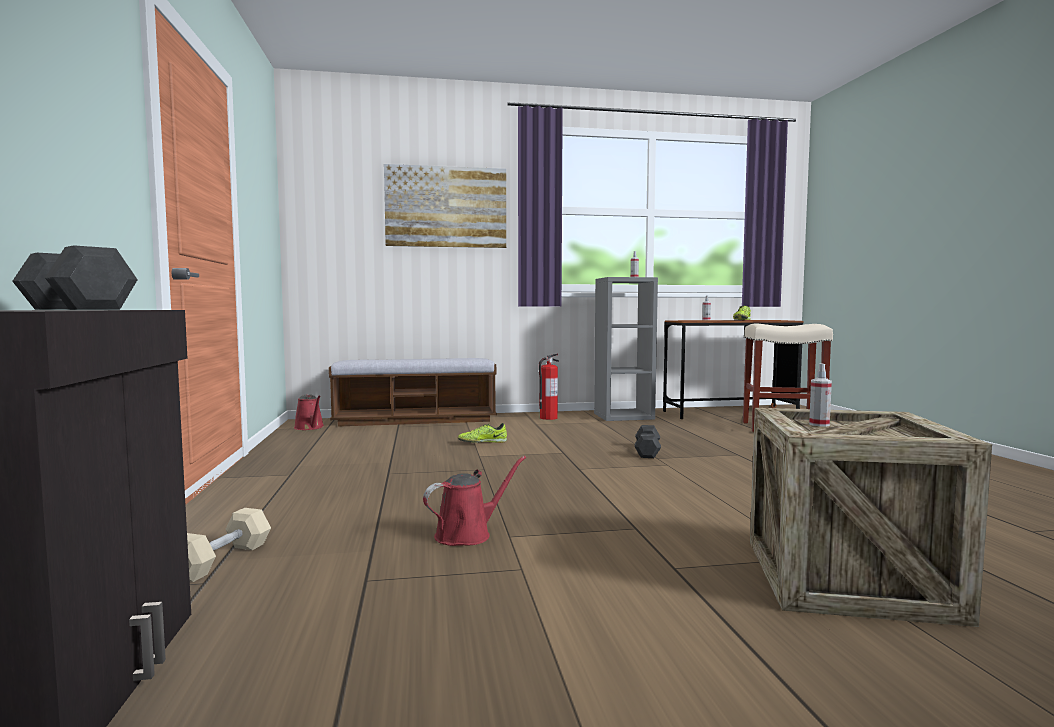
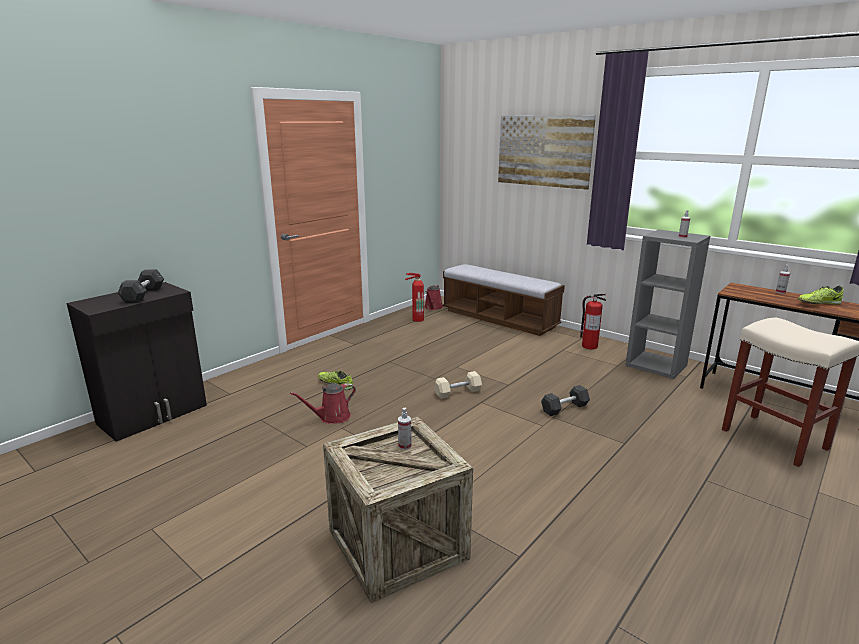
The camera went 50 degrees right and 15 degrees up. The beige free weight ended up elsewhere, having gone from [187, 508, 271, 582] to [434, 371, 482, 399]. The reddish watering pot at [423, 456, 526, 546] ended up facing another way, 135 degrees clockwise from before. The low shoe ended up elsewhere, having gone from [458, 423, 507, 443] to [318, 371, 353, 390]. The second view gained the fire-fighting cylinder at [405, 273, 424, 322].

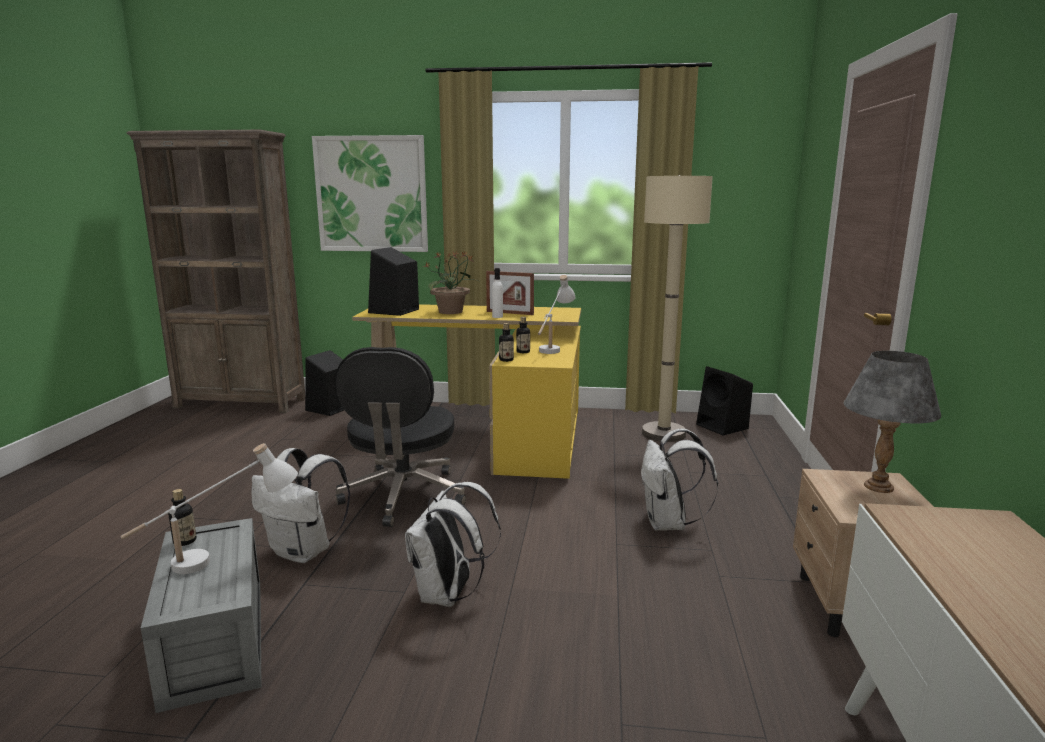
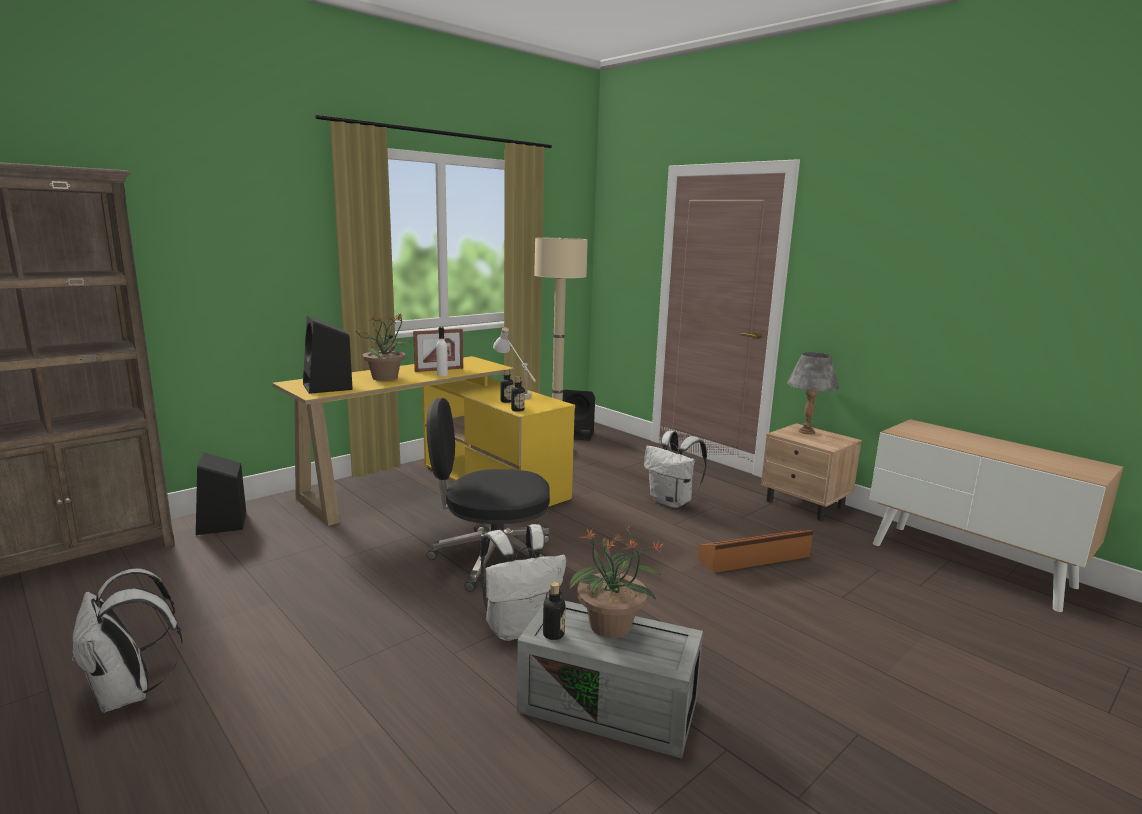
The camera went 50 degrees left and 0 degrees up. Where the whitish table lamp stood at [121, 443, 298, 574], the potted plant came to stand at [569, 525, 664, 638]. The second view lost the wall art at [312, 135, 428, 252]. The black desk chair at [335, 347, 466, 527] ended up facing another way, 135 degrees clockwise from before. The whitish backpack ended up elsewhere, having gone from [405, 482, 501, 607] to [72, 568, 183, 713]. The second view gained the brown-coloured storage box at [697, 530, 813, 573].

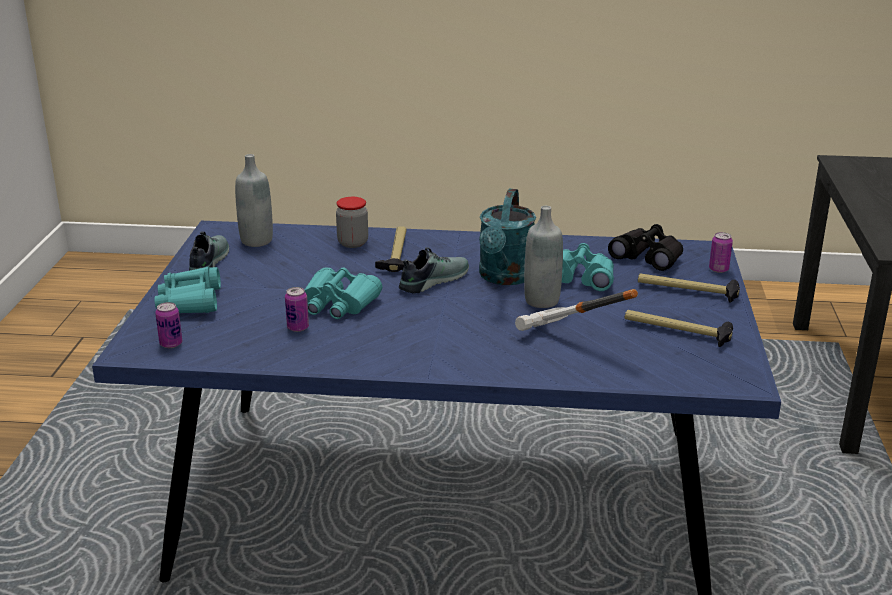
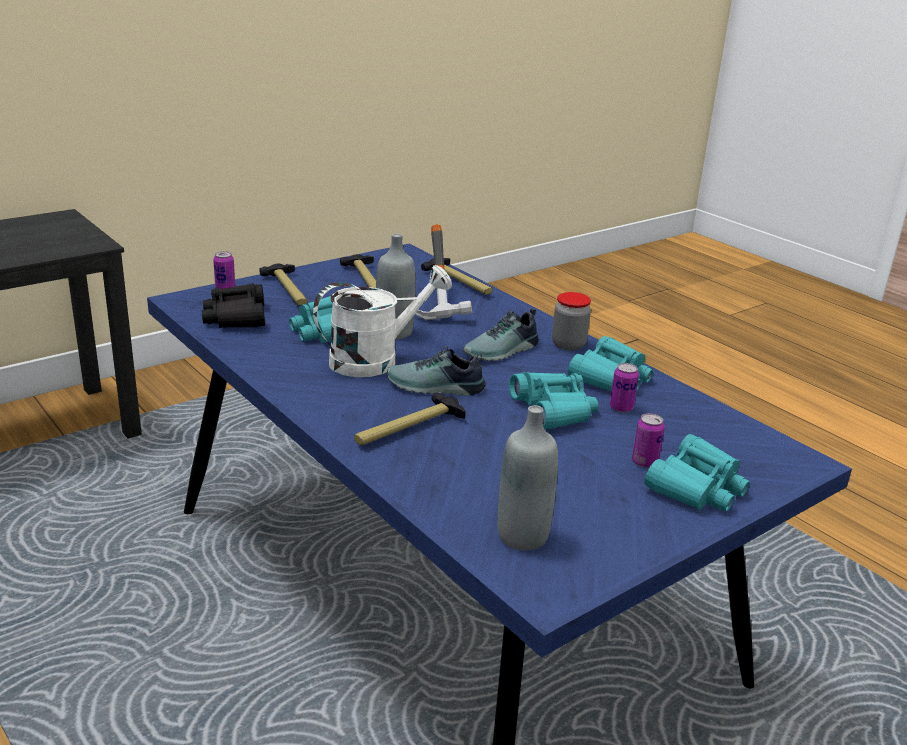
The camera went 135 degrees left and 0 degrees up. The sealed can ended up elsewhere, having gone from [155, 302, 182, 348] to [632, 413, 665, 468]. The low shoe ended up elsewhere, having gone from [189, 231, 229, 271] to [463, 308, 538, 361]. The jar ended up elsewhere, having gone from [336, 197, 368, 248] to [552, 292, 591, 350]. What was the blue-green watering pot at [479, 189, 536, 285] turned into the whitish watering pot at [313, 265, 452, 377]. The second view gained the hammer at [421, 258, 493, 295]. The second view gained the blue-green binoculars at [568, 336, 653, 392].

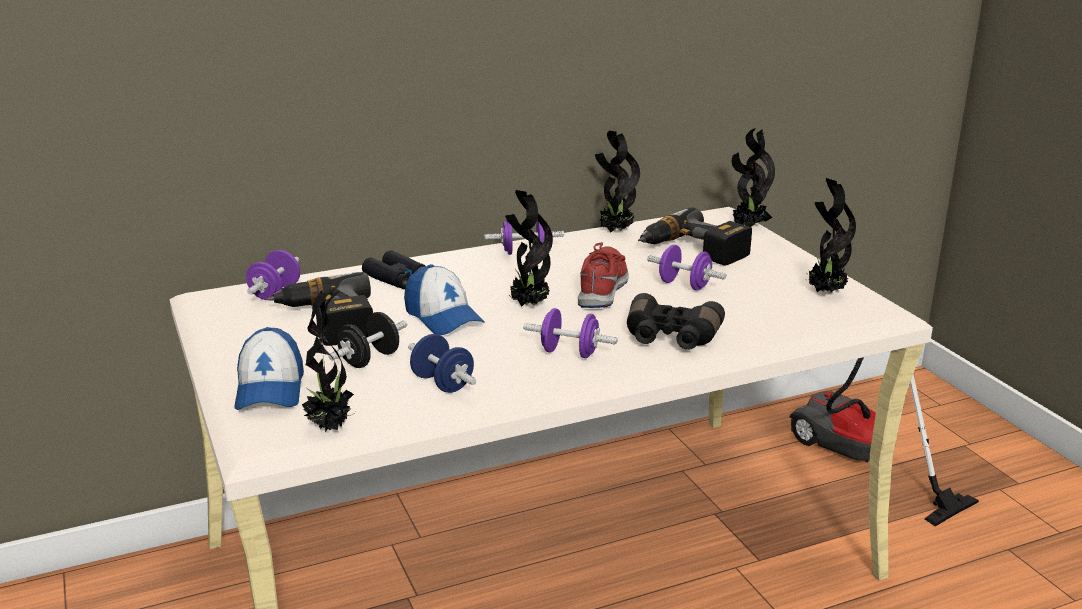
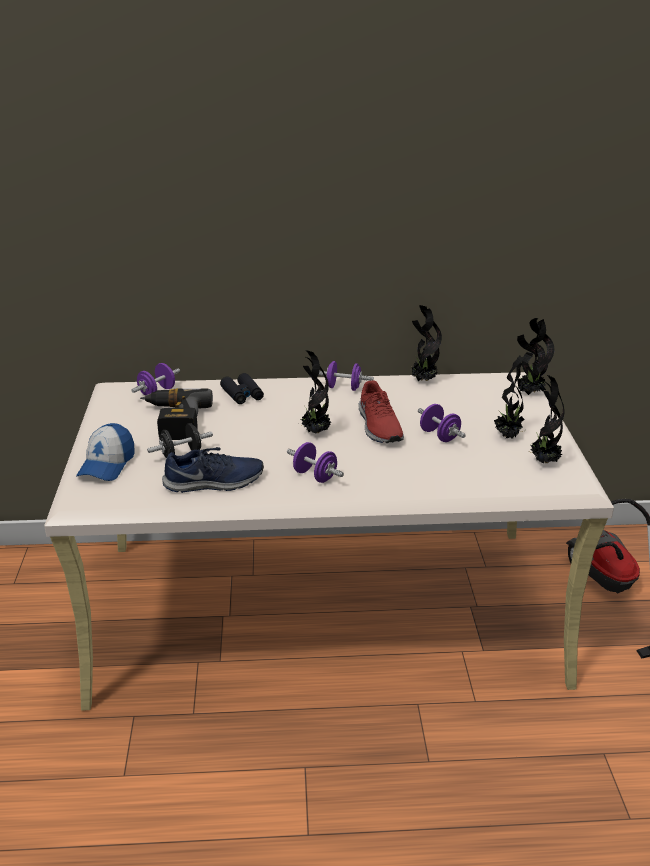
The camera went 20 degrees right and 5 degrees up. The potted plant ended up elsewhere, having gone from [302, 290, 356, 432] to [494, 355, 530, 439]. The second view lost the cap at [404, 264, 484, 335]. Where the bluish free weight stood at [408, 334, 476, 393], the bluish low shoe came to stand at [162, 447, 264, 493]. The reddish low shoe at [578, 242, 629, 308] ended up facing another way, 135 degrees clockwise from before. The second view lost the black binoculars at [627, 293, 725, 350]. The second view lost the power drill at [638, 207, 752, 266].

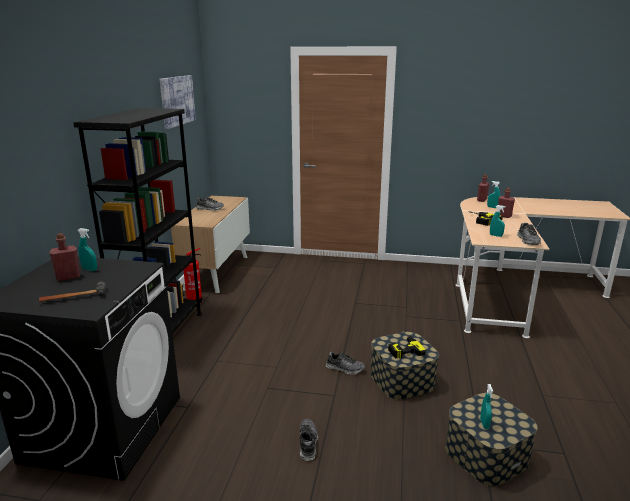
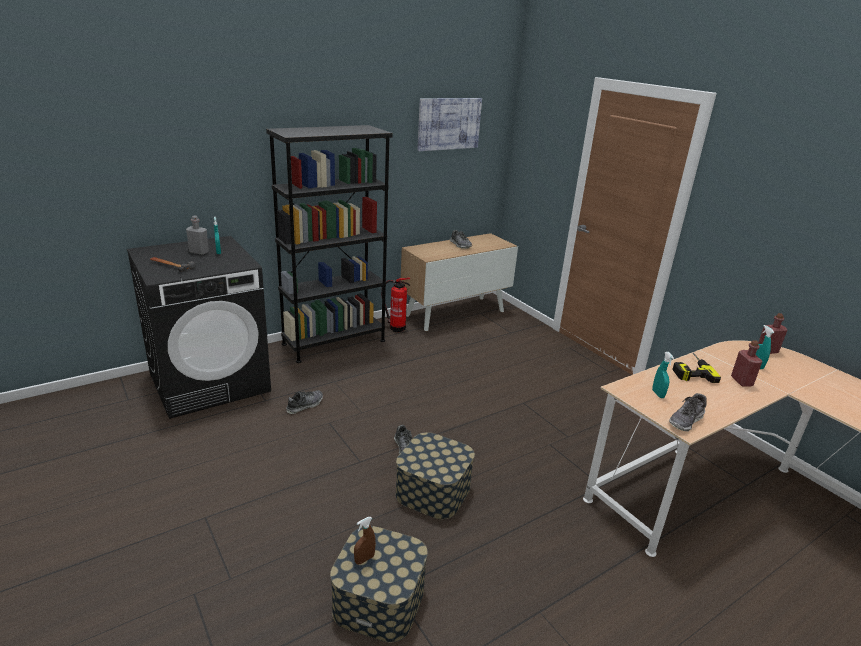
The camera went 45 degrees right and 5 degrees up. What was the reddish drink bottle at [49, 233, 80, 281] turned into the greyish drink bottle at [186, 216, 209, 255]. The low shoe ended up elsewhere, having gone from [299, 419, 318, 461] to [286, 390, 323, 414]. The second view lost the power drill at [388, 331, 426, 359]. What was the blue-green hand sprayer at [480, 384, 493, 429] turned into the brown-coloured hand sprayer at [354, 517, 376, 564].

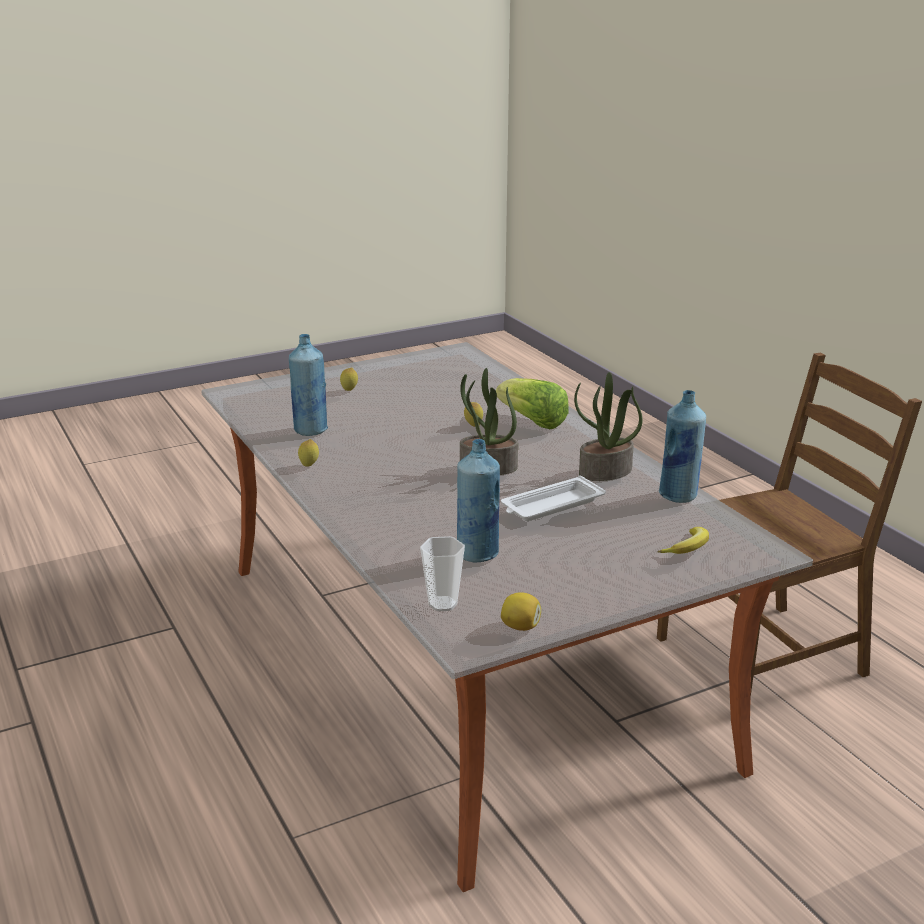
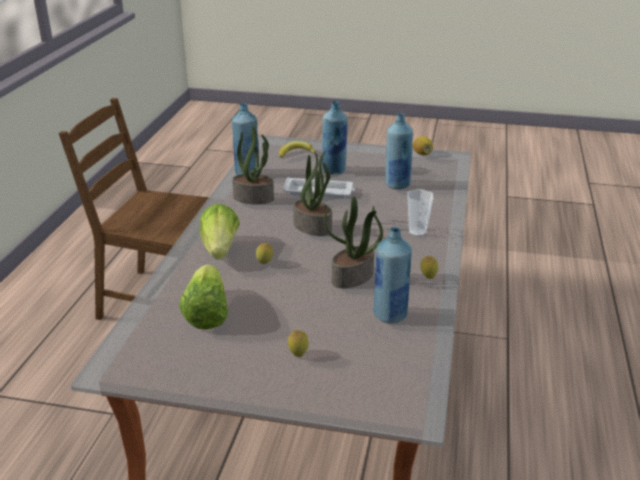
The camera went 140 degrees left and 5 degrees up. The cup ended up elsewhere, having gone from [420, 536, 465, 611] to [407, 189, 433, 237]. The second view gained the lettuce at [179, 264, 228, 329]. The second view gained the bluish drink bottle at [322, 101, 348, 174]. The second view gained the potted plant at [324, 196, 383, 288].

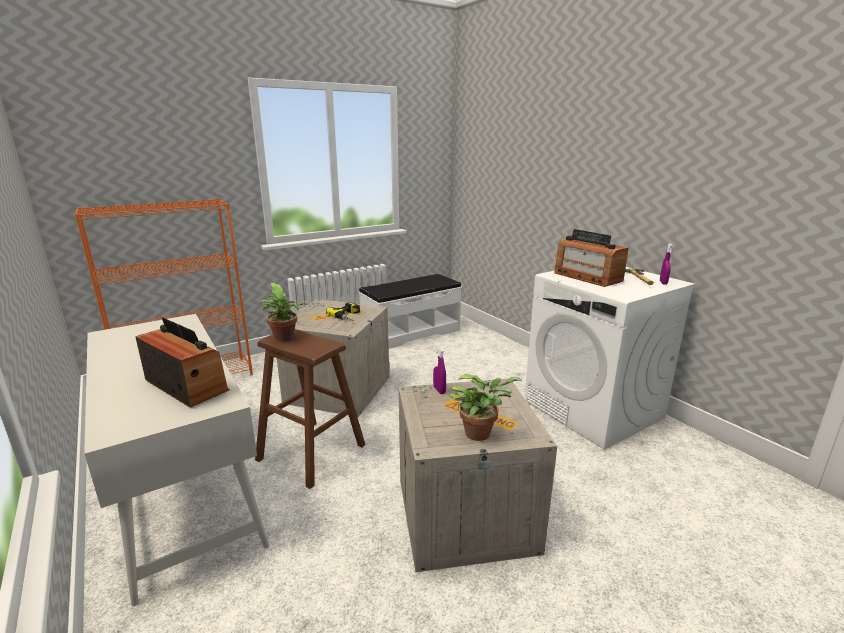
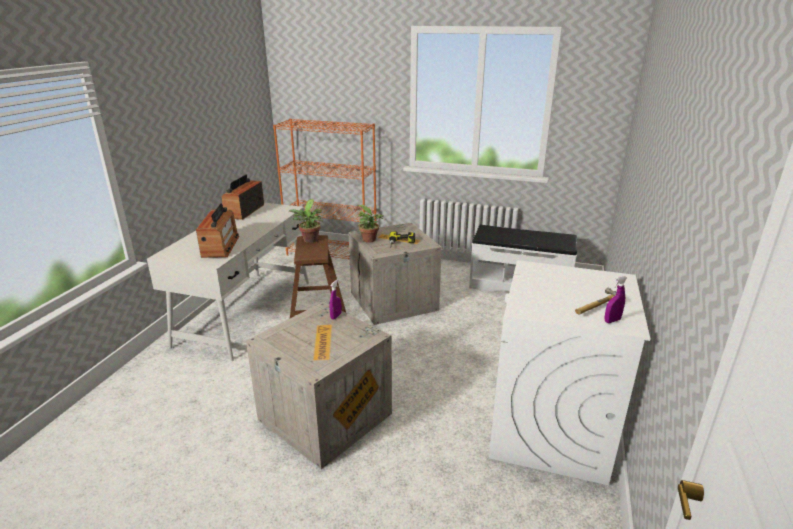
The camera went 50 degrees right and 5 degrees up. The potted plant ended up elsewhere, having gone from [449, 374, 522, 441] to [356, 205, 384, 243]. The radio set ended up elsewhere, having gone from [554, 229, 629, 287] to [222, 174, 264, 220].

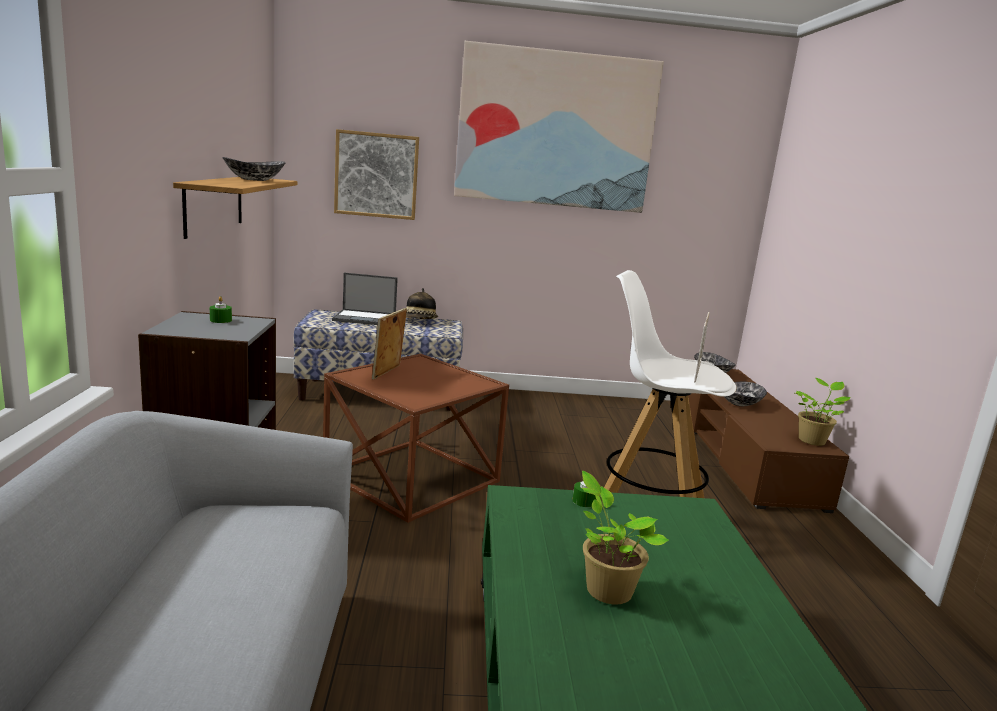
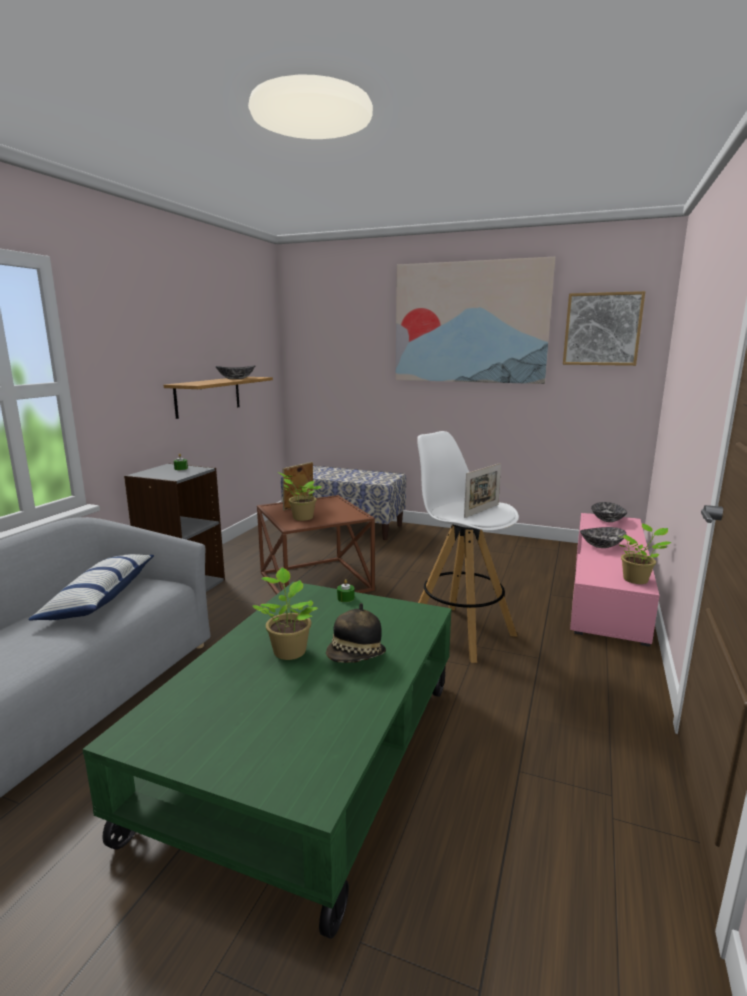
The camera went 25 degrees right and 0 degrees up. The second view lost the notebook computer at [332, 273, 398, 325]. The wall art ended up elsewhere, having gone from [334, 129, 419, 220] to [563, 291, 645, 366]. The hat ended up elsewhere, having gone from [406, 288, 438, 319] to [326, 603, 386, 663]. What was the brown-coloured media console at [688, 369, 849, 513] turned into the pink media console at [570, 513, 660, 647]. The second view gained the cushion at [28, 554, 154, 620]. The second view gained the potted plant at [278, 472, 322, 521].

